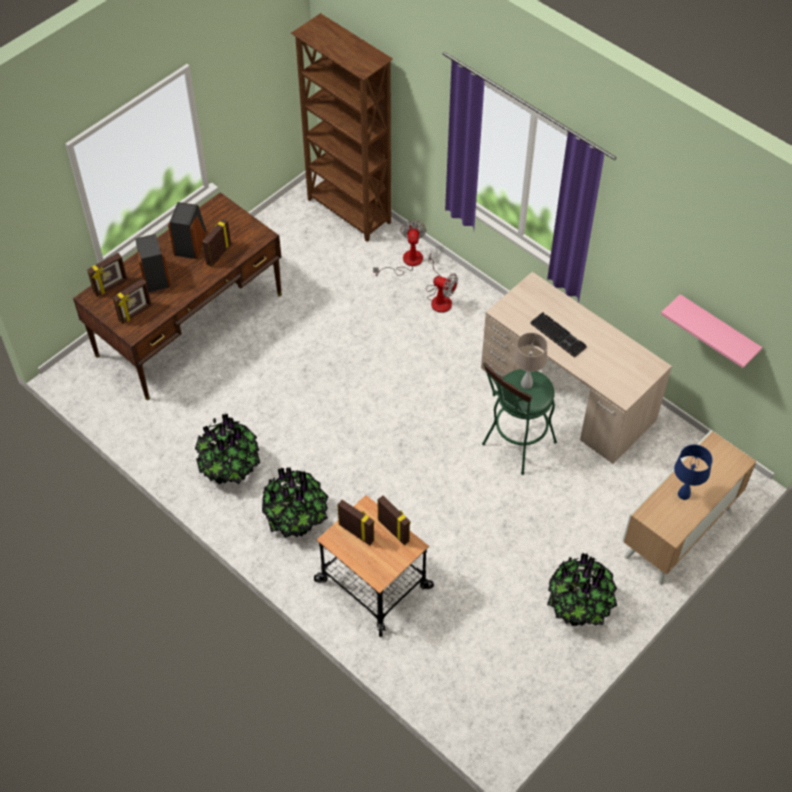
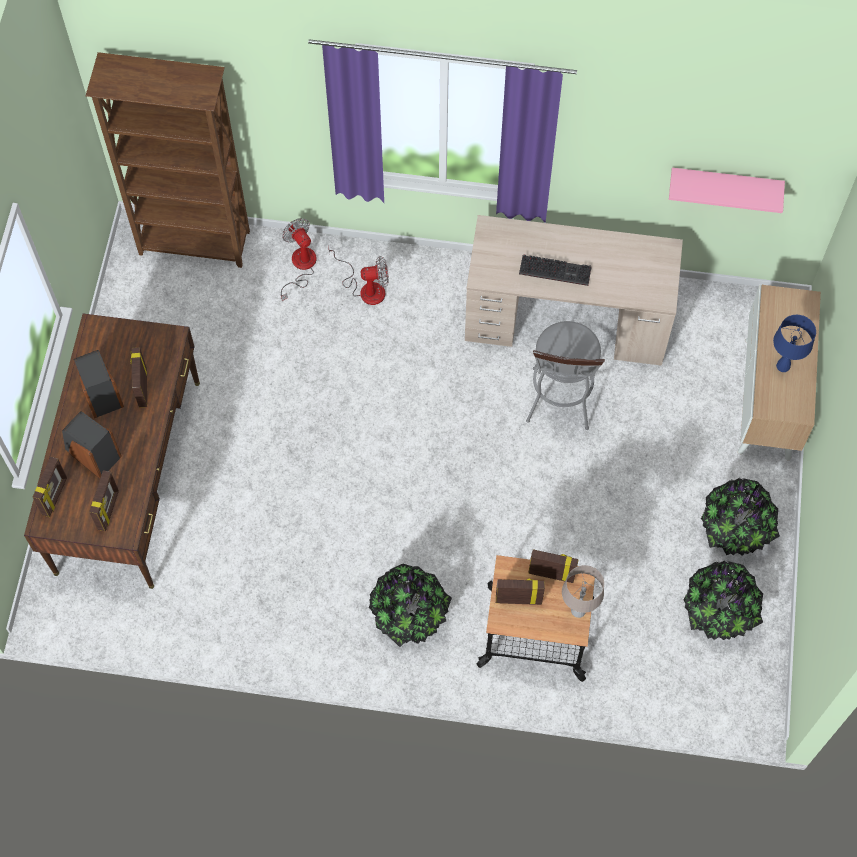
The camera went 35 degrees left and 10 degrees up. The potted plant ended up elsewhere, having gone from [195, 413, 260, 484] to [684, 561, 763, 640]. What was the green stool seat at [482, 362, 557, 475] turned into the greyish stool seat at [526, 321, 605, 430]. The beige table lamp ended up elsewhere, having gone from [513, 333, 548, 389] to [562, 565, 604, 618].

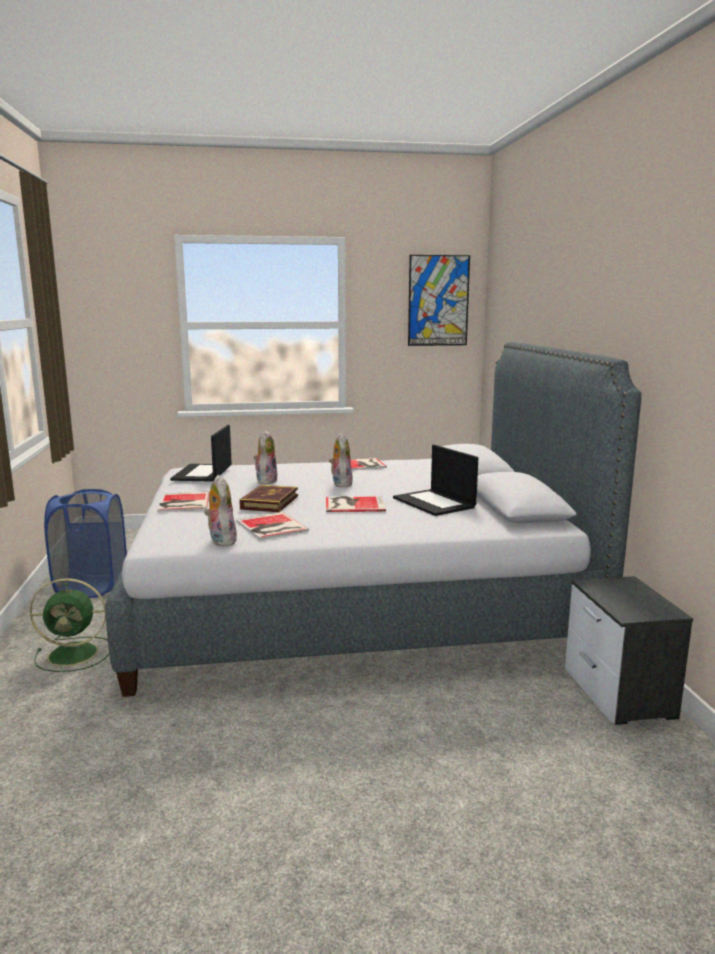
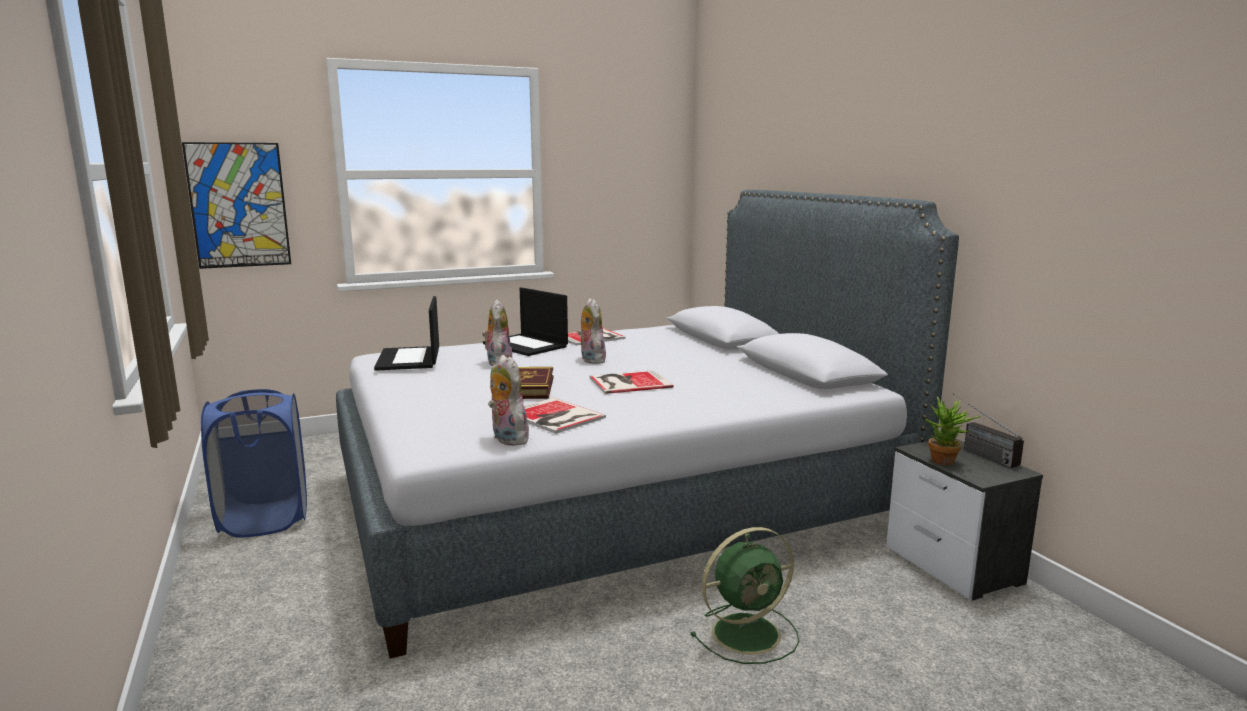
The camera went 15 degrees left and 0 degrees up. The green fan ended up elsewhere, having gone from [30, 578, 109, 672] to [690, 527, 799, 664]. The second view lost the book at [157, 492, 210, 512]. The notebook computer ended up elsewhere, having gone from [393, 445, 478, 516] to [483, 287, 568, 356]. The wall art ended up elsewhere, having gone from [408, 255, 470, 346] to [182, 142, 291, 269]. The second view gained the potted plant at [924, 396, 981, 465]. The second view gained the radio set at [953, 393, 1024, 468].

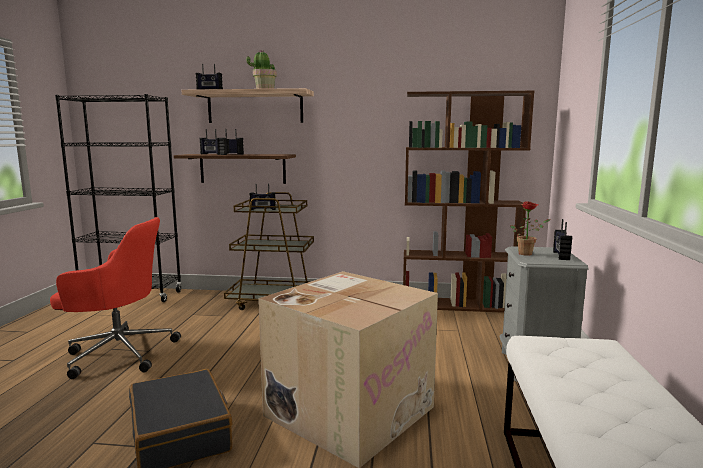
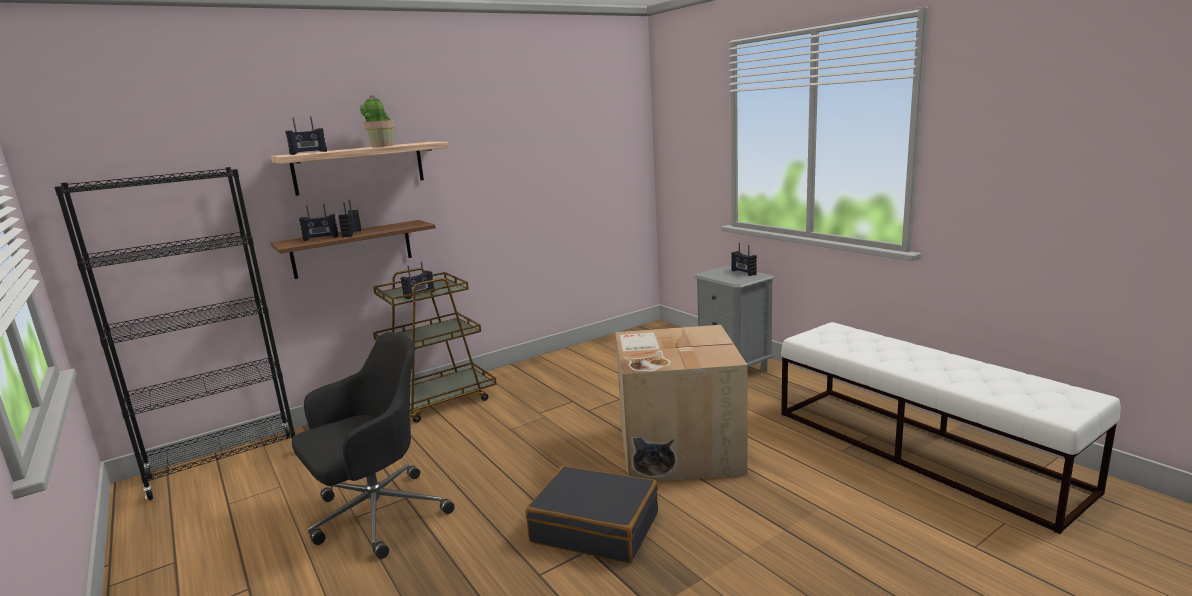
The camera went 40 degrees left and 5 degrees up. What was the reddish desk chair at [50, 217, 181, 379] turned into the black desk chair at [292, 332, 455, 559]. The second view lost the brown-coloured bookcase at [403, 91, 535, 313]. The second view lost the potted plant at [510, 201, 550, 256].

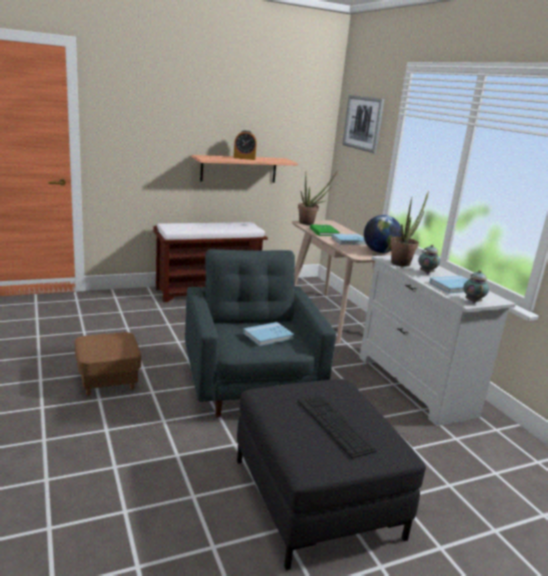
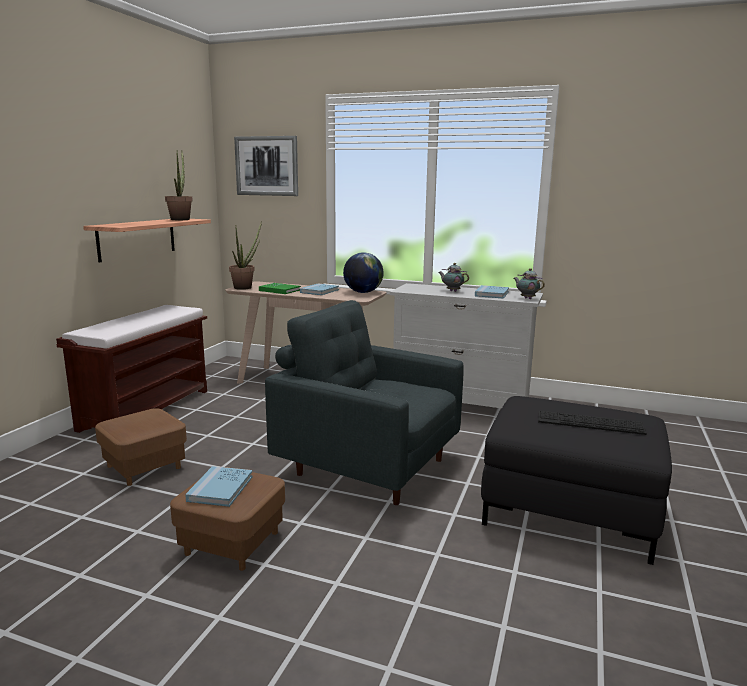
The camera went 45 degrees left and 5 degrees down. The second view lost the alarm clock at [234, 130, 257, 160]. The bluish book ended up elsewhere, having gone from [243, 322, 294, 346] to [185, 466, 253, 507]. The potted plant ended up elsewhere, having gone from [390, 190, 429, 267] to [165, 151, 193, 220]. The second view gained the brown-coloured footrest at [95, 408, 187, 486].

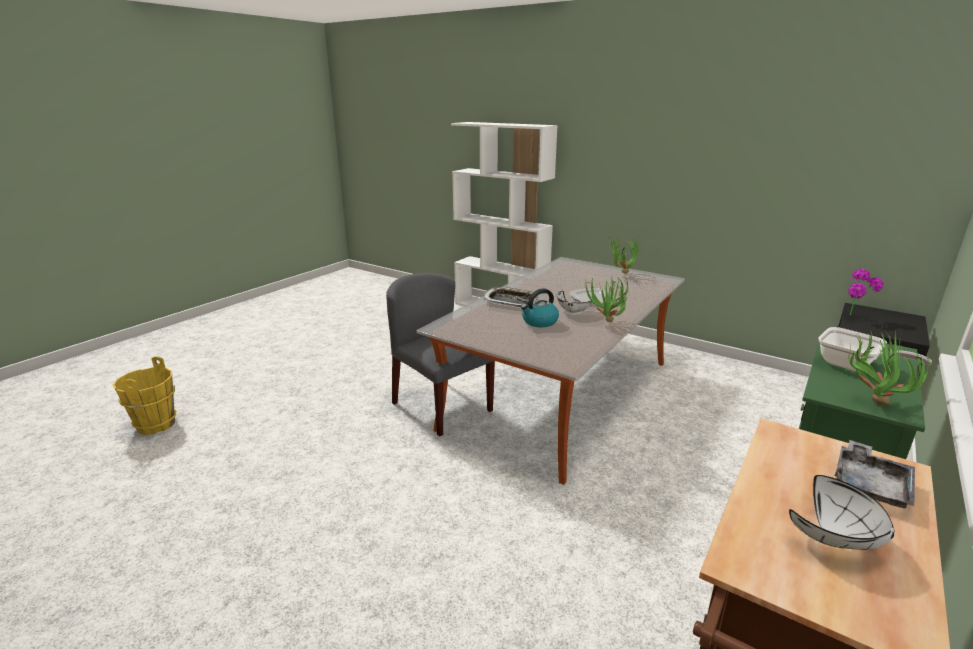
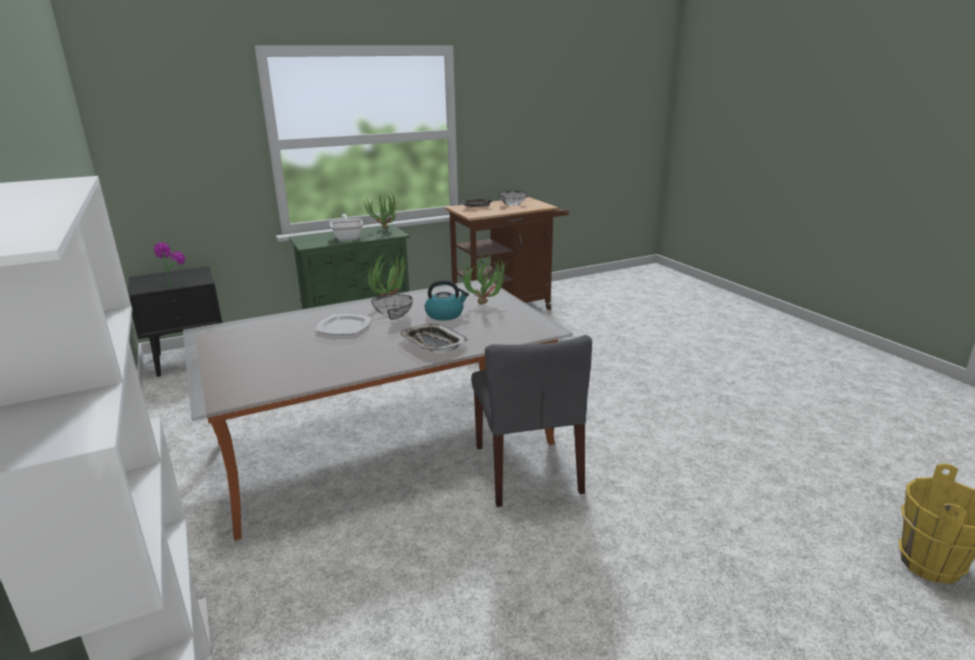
The camera went 150 degrees left and 0 degrees up. The potted plant ended up elsewhere, having gone from [609, 236, 640, 274] to [463, 252, 507, 305].

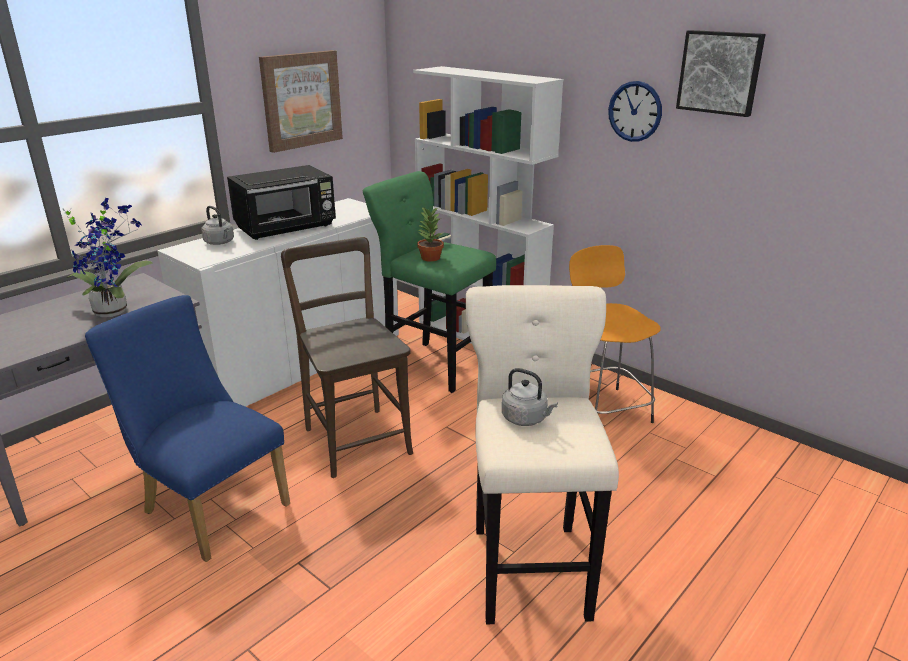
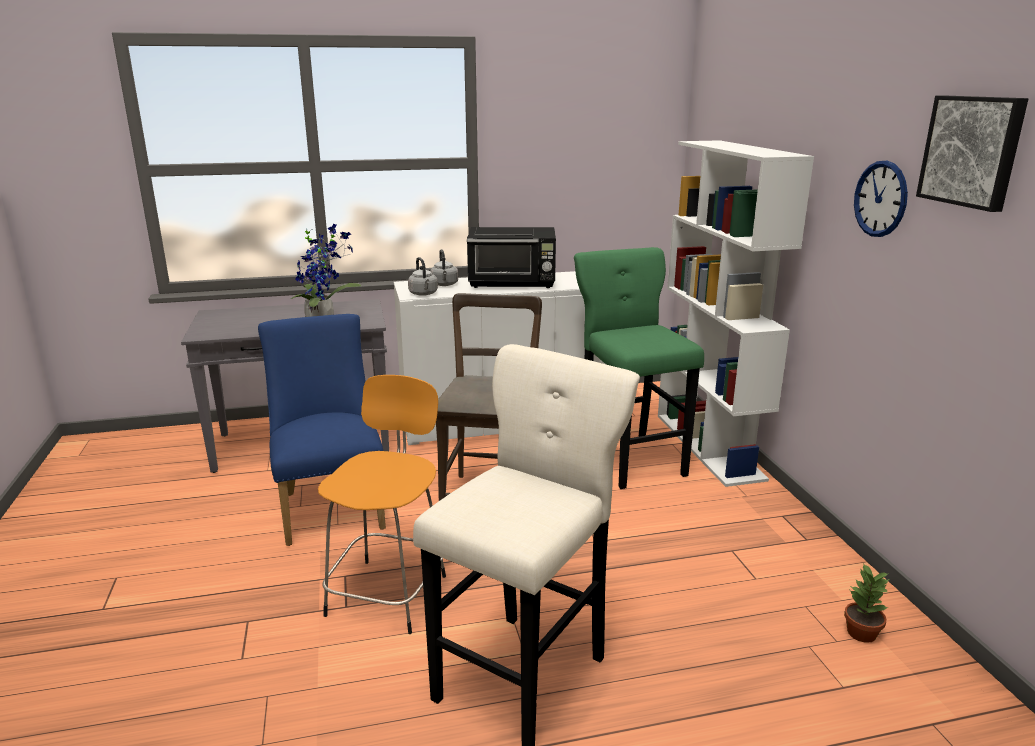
The camera went 35 degrees right and 5 degrees down. The second view lost the wall art at [259, 50, 343, 153]. The potted plant ended up elsewhere, having gone from [417, 207, 444, 262] to [844, 563, 889, 643]. The greyish water kettle ended up elsewhere, having gone from [502, 368, 558, 426] to [408, 257, 438, 296]. The orangey stool seat ended up elsewhere, having gone from [569, 245, 661, 423] to [318, 375, 446, 634].

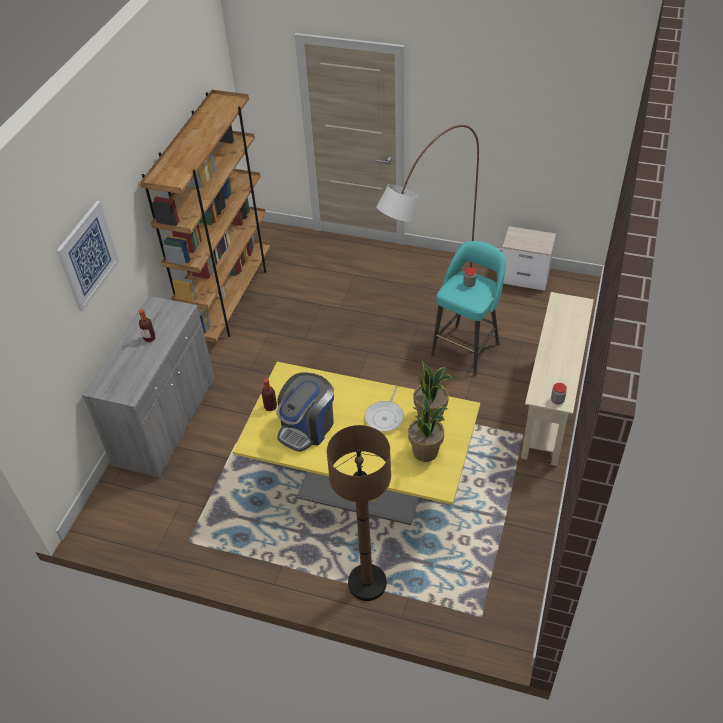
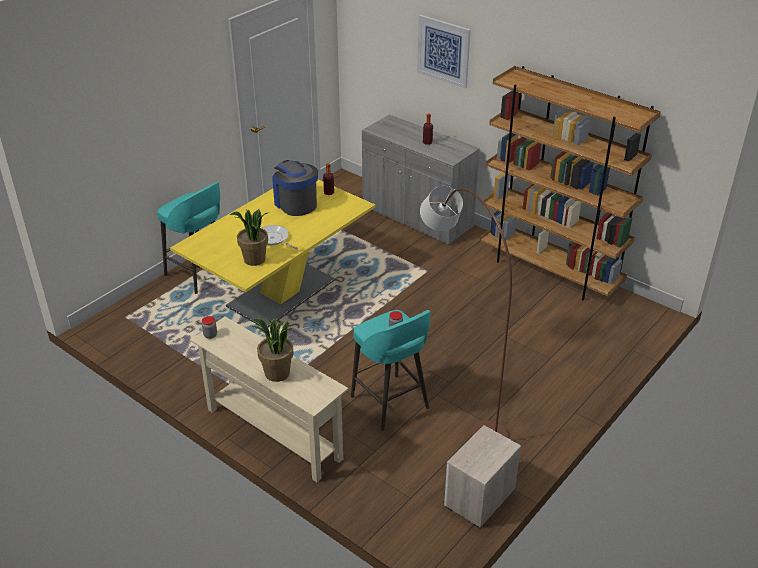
The camera went 110 degrees right and 10 degrees down. Where the brown-coloured standing lamp stood at [327, 425, 391, 601], the blue-green stool seat came to stand at [157, 182, 220, 294]. The potted plant ended up elsewhere, having gone from [408, 394, 448, 462] to [251, 318, 294, 382].

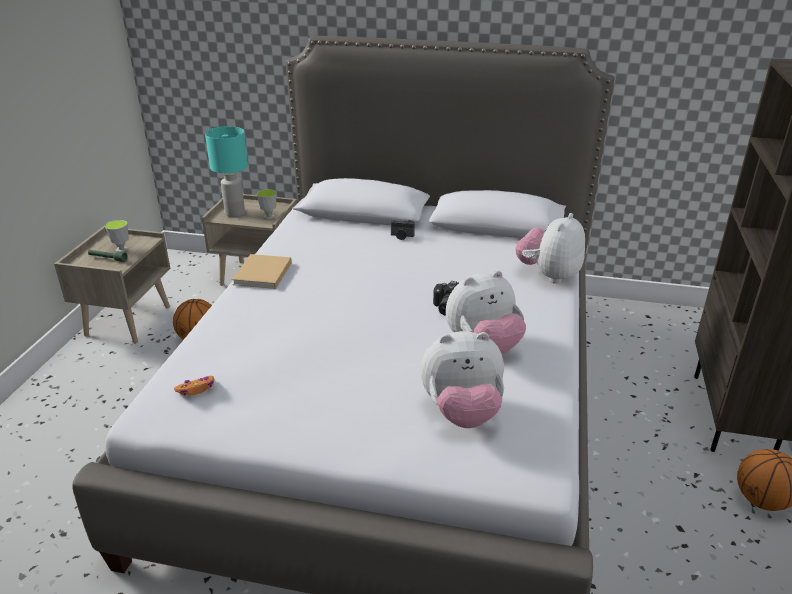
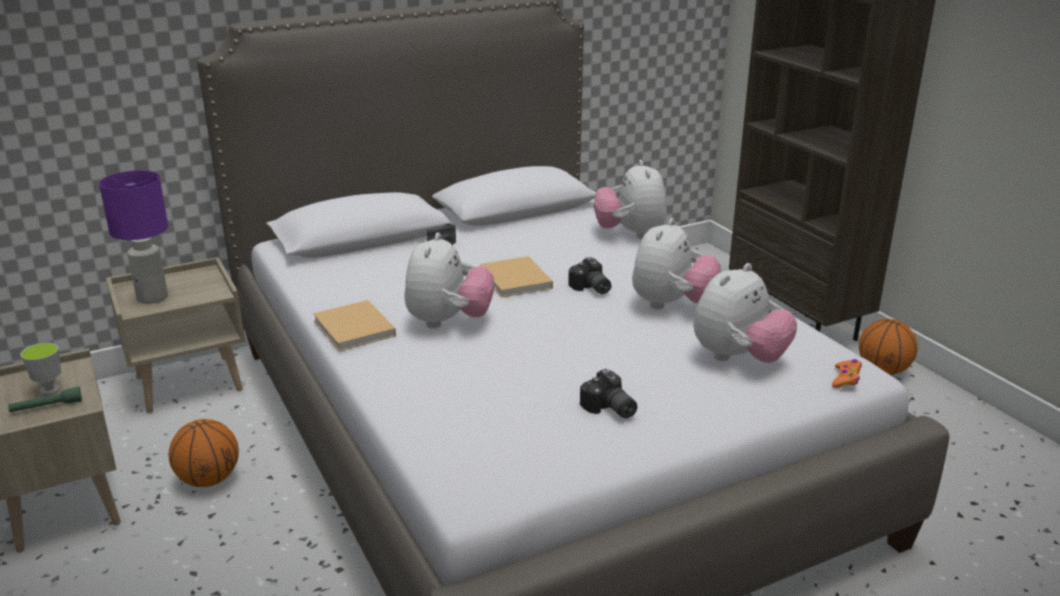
The camera went 40 degrees left and 5 degrees down. The orangey game controller ended up elsewhere, having gone from [174, 376, 214, 396] to [832, 359, 862, 388]. What was the blue-green table lamp at [205, 126, 248, 217] turned into the purplish table lamp at [99, 170, 168, 304]. The second view lost the cup at [257, 189, 277, 219]. The second view gained the cuddly toy at [404, 232, 494, 329]. The second view gained the beige book at [480, 256, 553, 298]. The second view gained the photo camera at [580, 369, 637, 419].

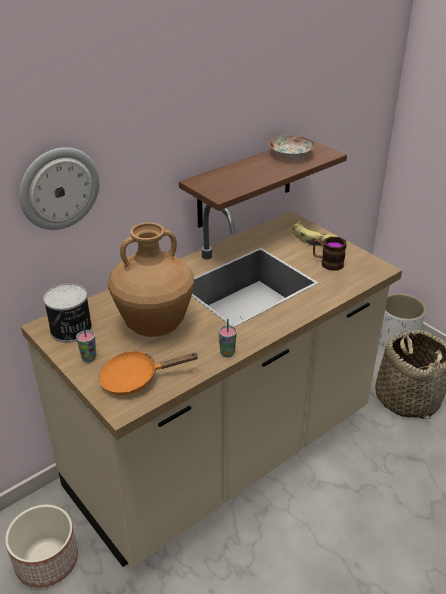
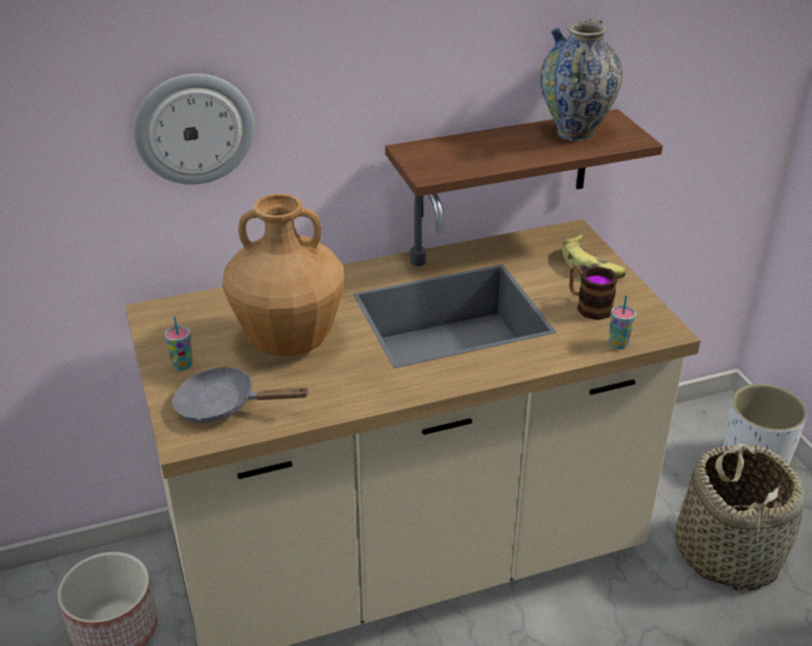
The camera went 20 degrees right and 0 degrees up. The second view lost the sealed can at [43, 284, 92, 343]. What was the orangey pan at [99, 351, 199, 395] turned into the greyish pan at [172, 366, 310, 423]. The cup ended up elsewhere, having gone from [219, 319, 237, 357] to [609, 295, 636, 349]. Where the dinner plate stood at [269, 135, 315, 159], the decorative vase came to stand at [540, 19, 623, 142].

